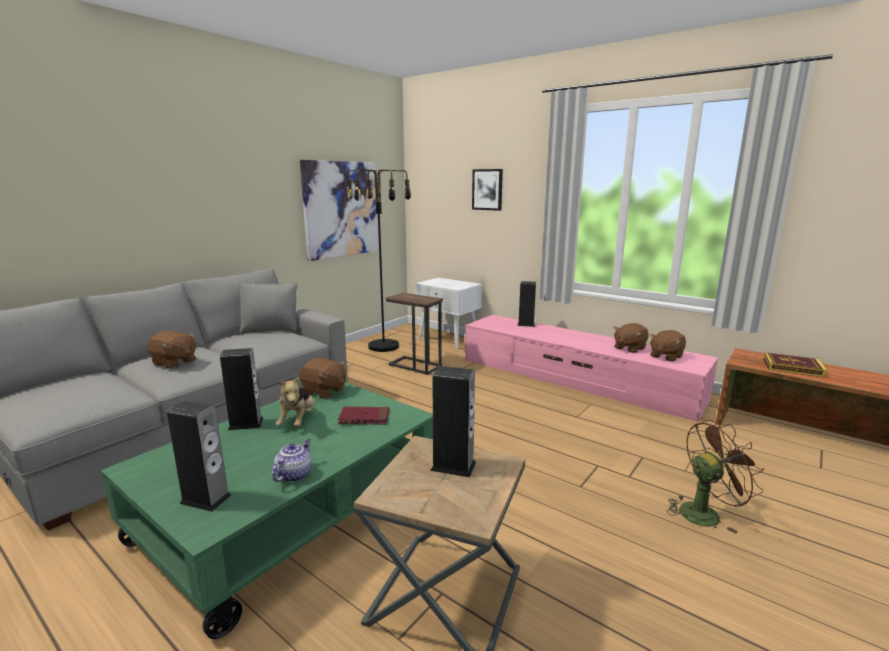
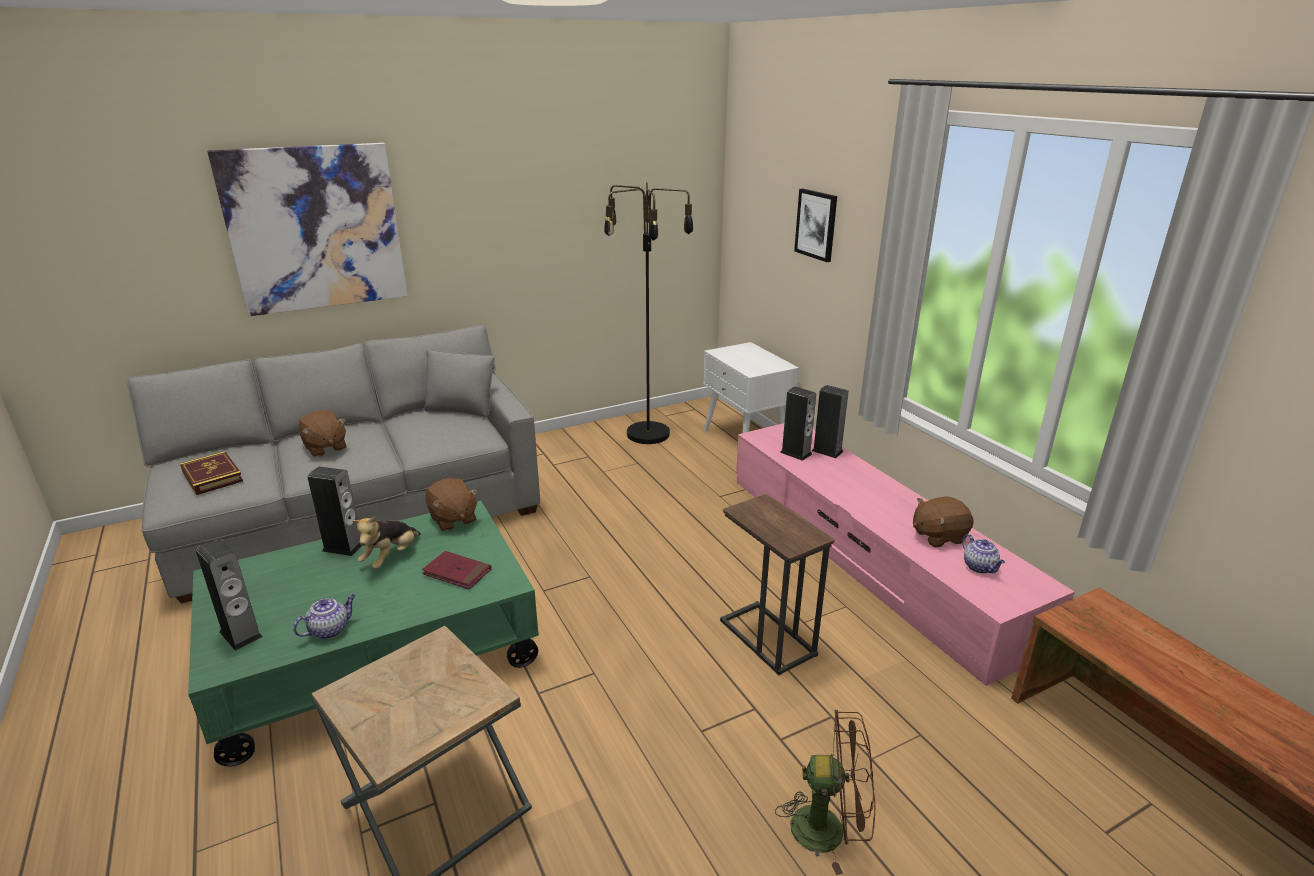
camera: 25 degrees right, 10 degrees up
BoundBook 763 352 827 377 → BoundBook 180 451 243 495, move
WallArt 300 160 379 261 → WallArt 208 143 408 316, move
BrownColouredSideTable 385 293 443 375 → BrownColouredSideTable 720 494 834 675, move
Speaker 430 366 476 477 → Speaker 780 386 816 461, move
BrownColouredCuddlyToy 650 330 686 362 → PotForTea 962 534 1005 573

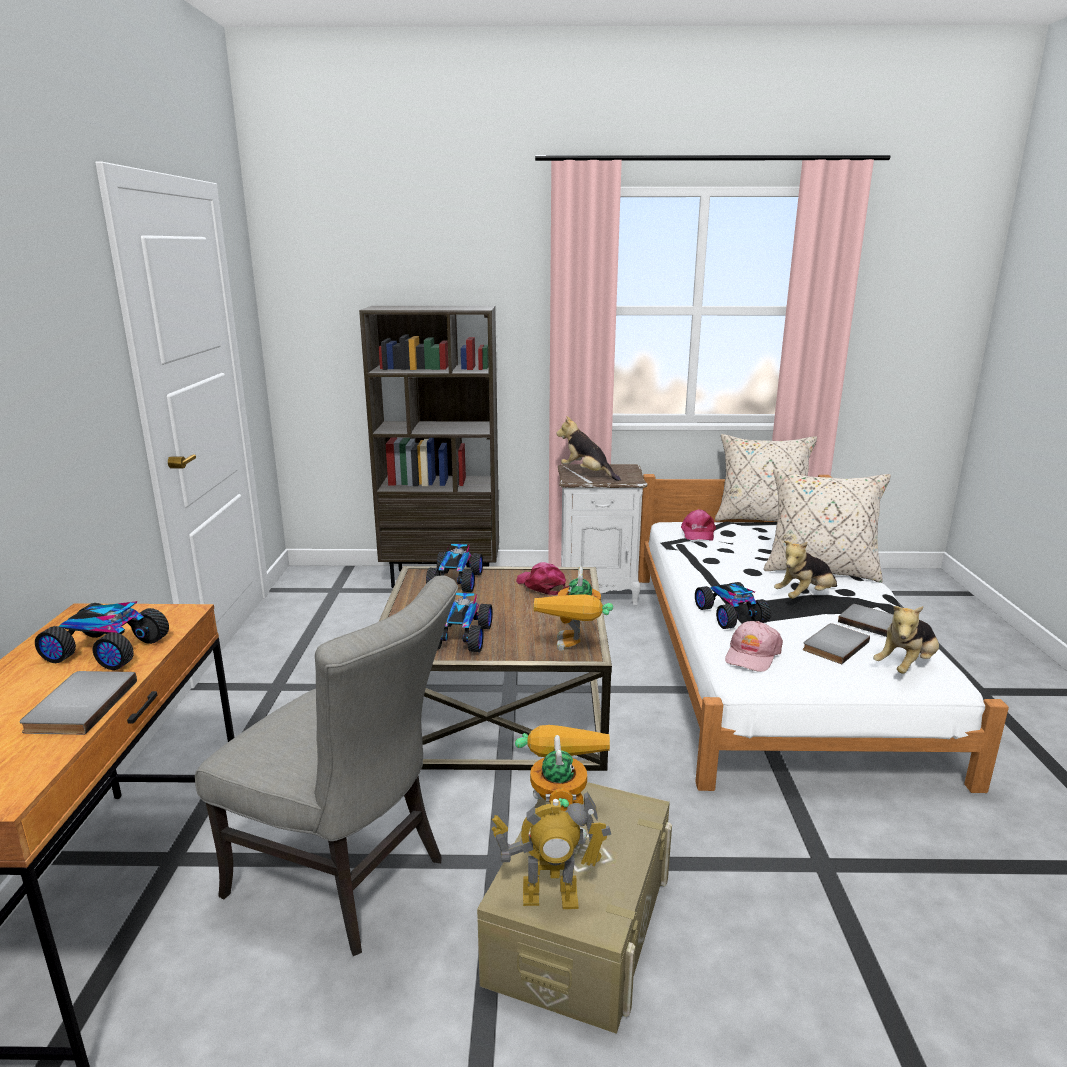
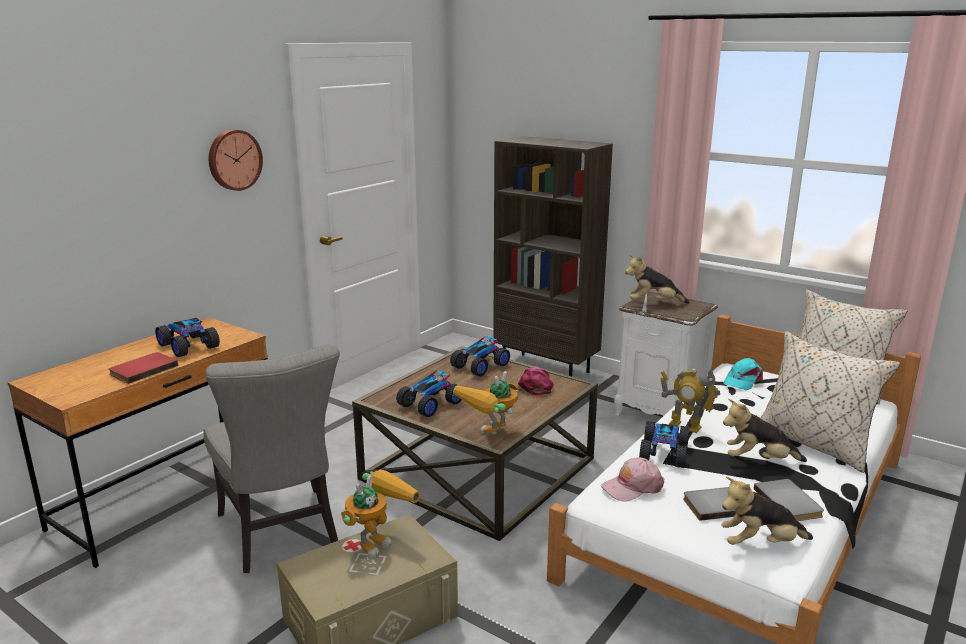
camera: 35 degrees right, 0 degrees up
GreyishBoundBook 19 671 137 735 → RedColouredBoundBook 109 352 178 384
- → HangingClock 209 130 263 191
CuddlyToy 556 416 621 481 → CuddlyToy 625 255 690 304, 75 degrees counterclockwise
ToyRobot 492 791 611 909 → ToyRobot 660 368 720 433, move
PinkColouredPeakedCap 681 509 716 541 → TurquoisePeakedCap 724 358 763 390

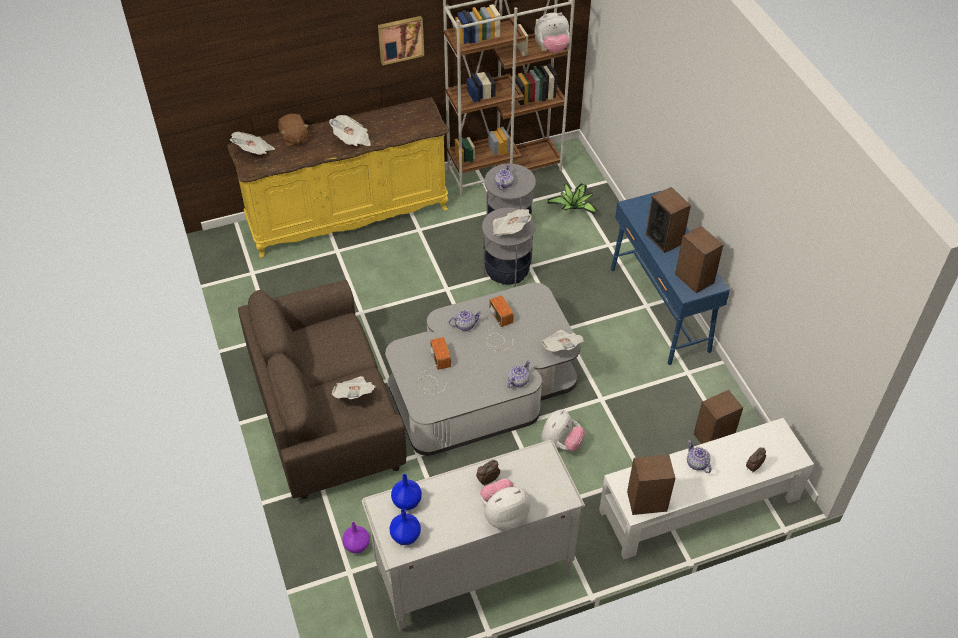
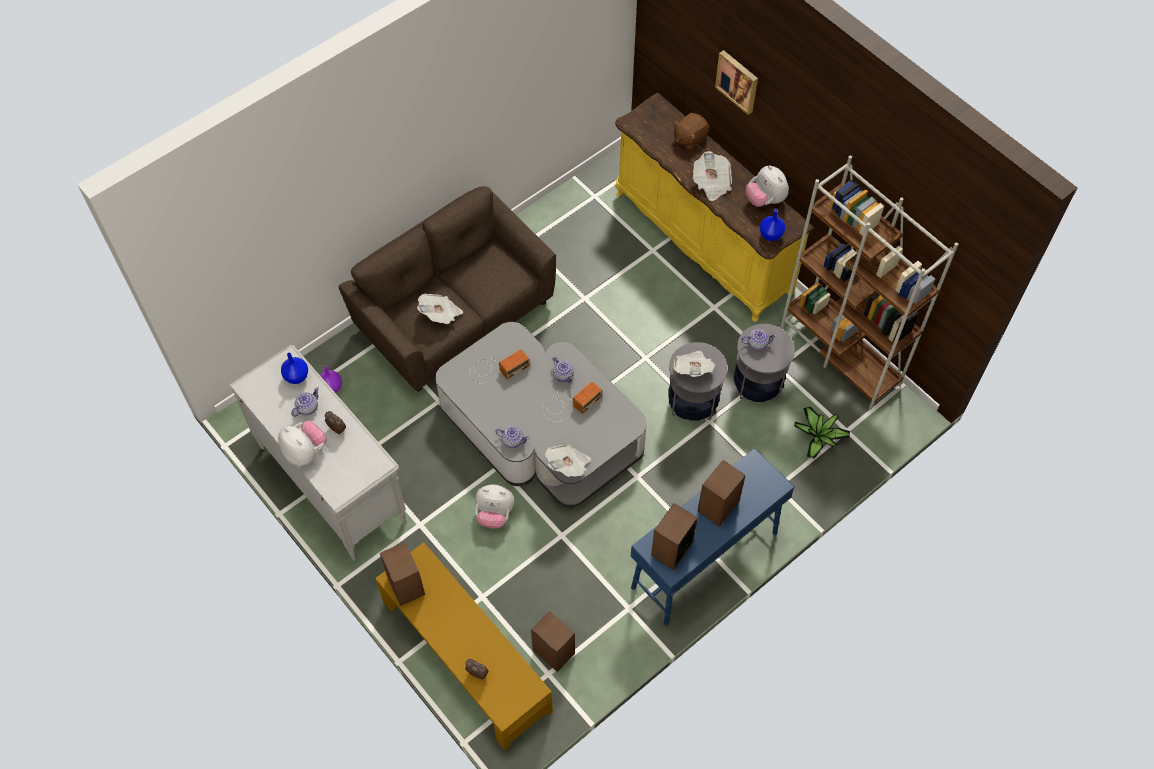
camera: 70 degrees right, 10 degrees up
PotForTea 687 440 711 473 → PotForTea 291 387 319 417, move
WhitishMediaConsole 599 418 814 560 → YellowishMediaConsole 375 542 553 751
WallArt 378 16 424 65 → WallArt 715 50 758 115, move
CuddlyToy 534 12 569 53 → CuddlyToy 746 165 789 207, move
BluishVase 389 509 421 545 → BluishVase 760 209 785 241, move
DailyPaper 230 132 275 155 → -

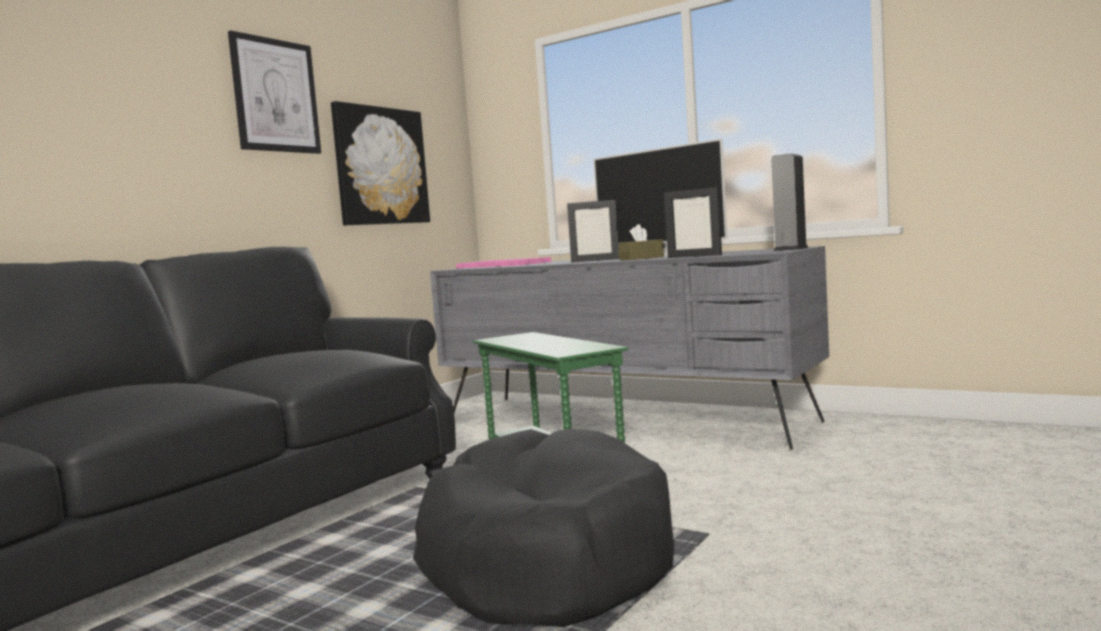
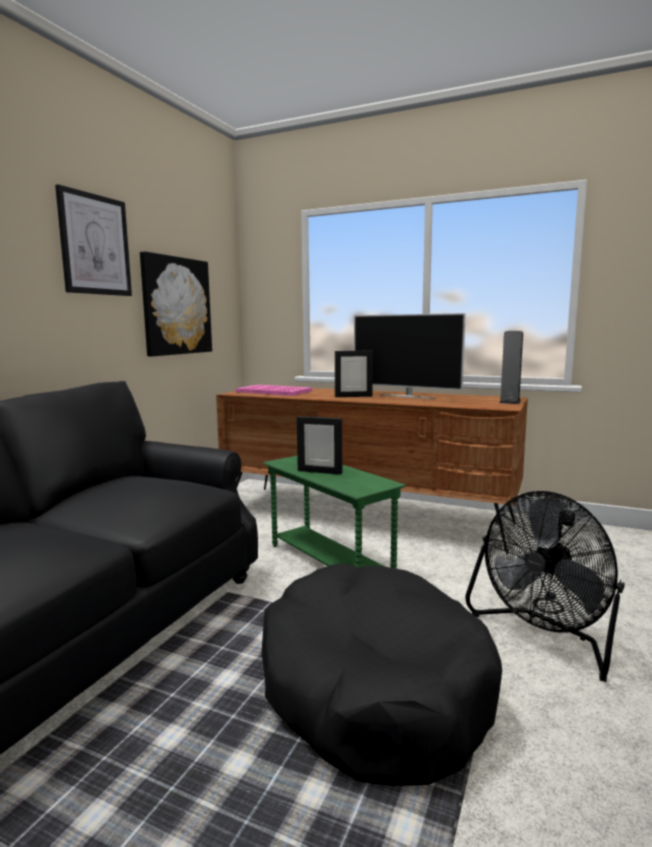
camera: 10 degrees left, 5 degrees up
GreyishMediaConsole 430 246 829 450 → BrownColouredMediaConsole 216 388 528 555
StandingFrame 664 187 722 258 → StandingFrame 297 416 342 475, move
- → BlackColouredCoolingFan 466 491 625 682
BrownColouredBoxOfTissues 618 224 664 260 → -

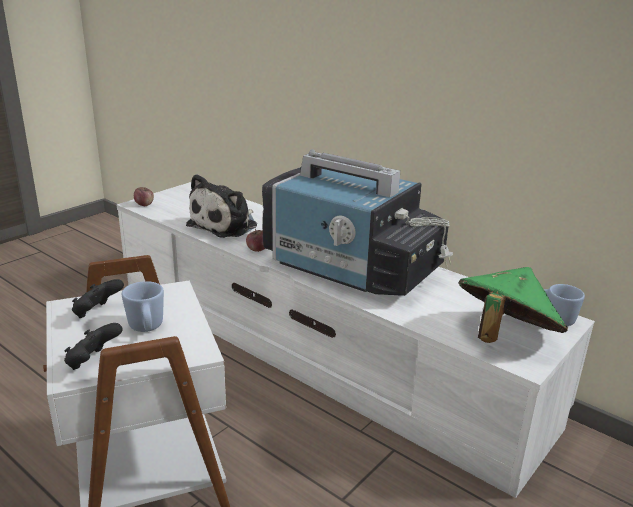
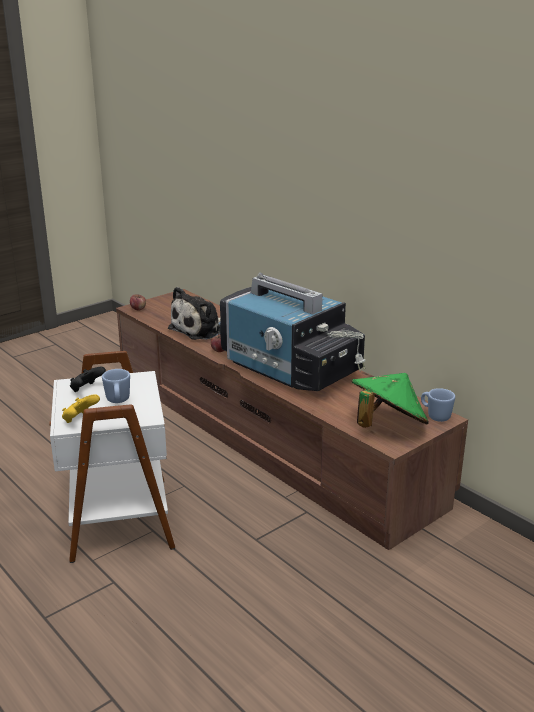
camera: 10 degrees right, 0 degrees up
BlackColouredGameController 64 323 123 370 → YellowishGameController 62 394 100 423
WhitishMediaConsole 117 182 595 498 → BrownColouredMediaConsole 116 289 468 550

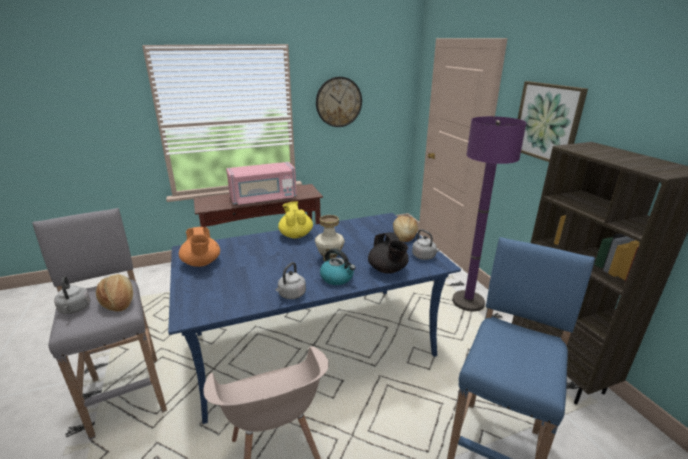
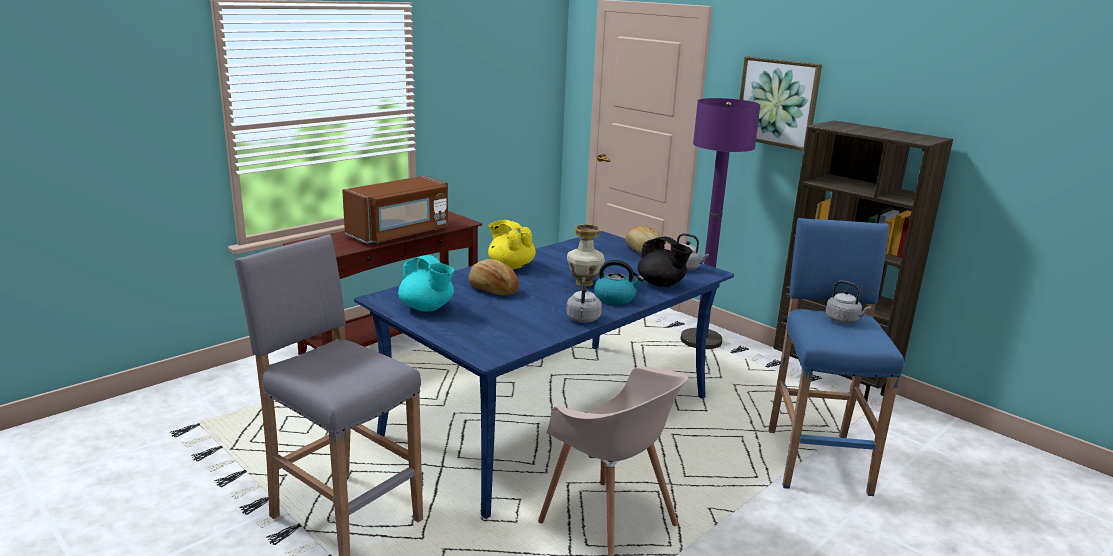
camera: 25 degrees left, 5 degrees down
PinkColouredKitchenMicrowave 226 162 297 205 → BrownColouredKitchenMicrowave 342 176 448 243
OrangeColouredPotForTea 179 227 220 267 → TurquoisePotForTea 398 255 454 312
Bread 96 274 133 311 → Bread 468 259 519 295, move
GreyishTeaKettle 54 276 90 314 → GreyishTeaKettle 825 281 872 323, move
HangingClock 316 77 362 127 → -

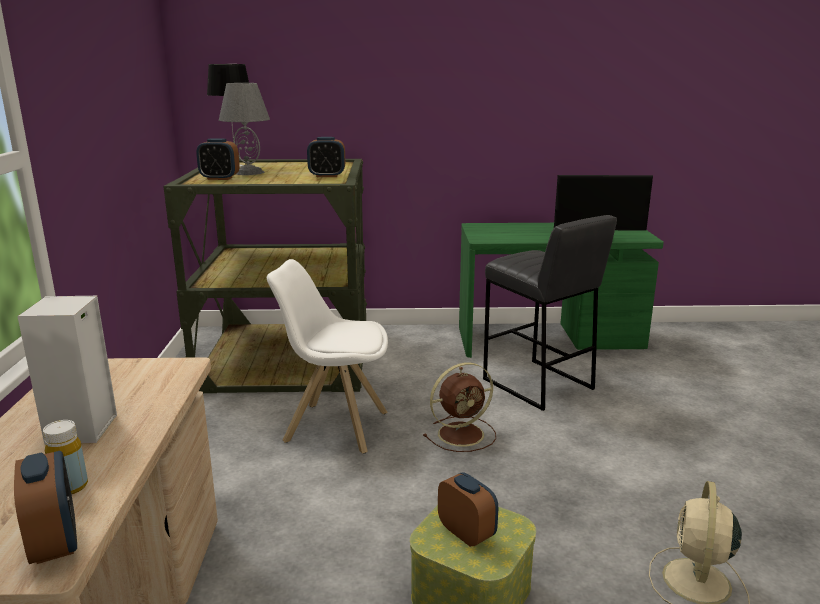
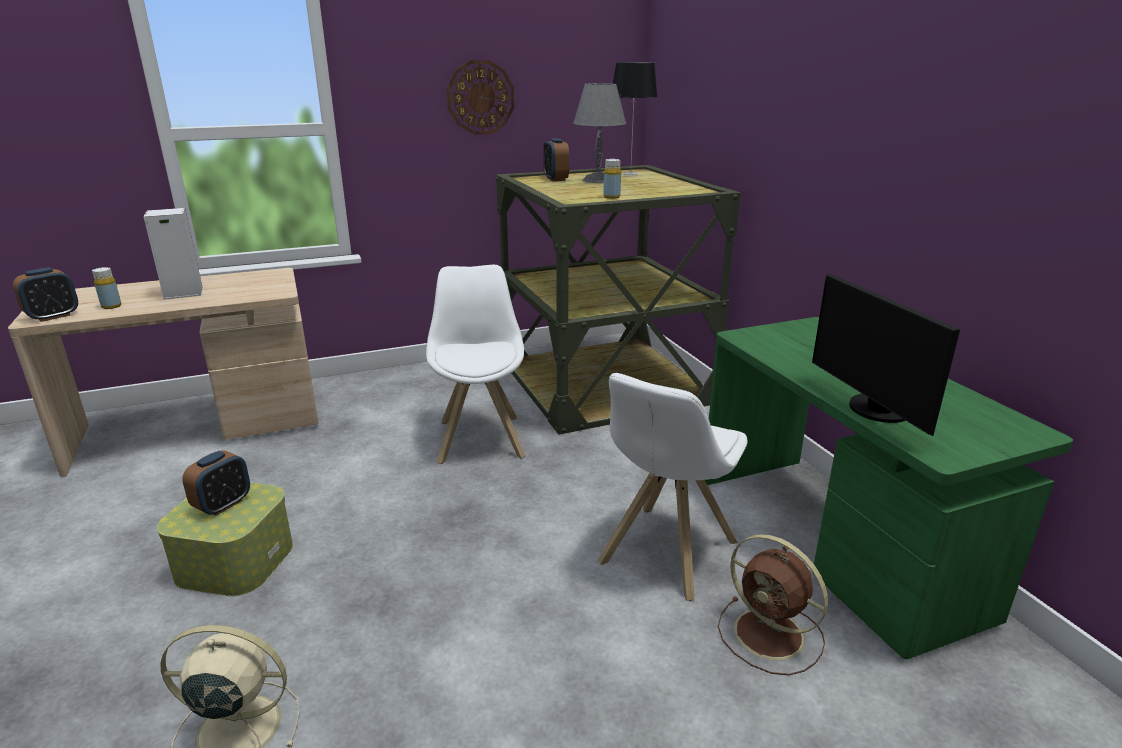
camera: 70 degrees right, 5 degrees up
- → HangingClock 447 60 515 135
GreyishStool 483 215 617 411 → WhitishChair 598 373 747 601
TableClock 307 137 345 177 → YellowishDrinkBottle 603 159 621 199
BrownColouredCoolingFan 423 362 496 452 → BrownColouredCoolingFan 718 534 828 676, move

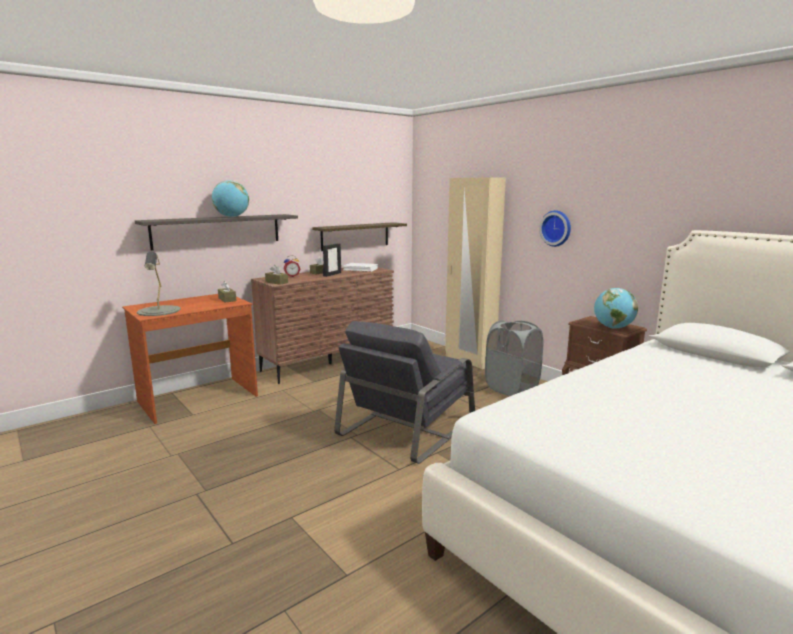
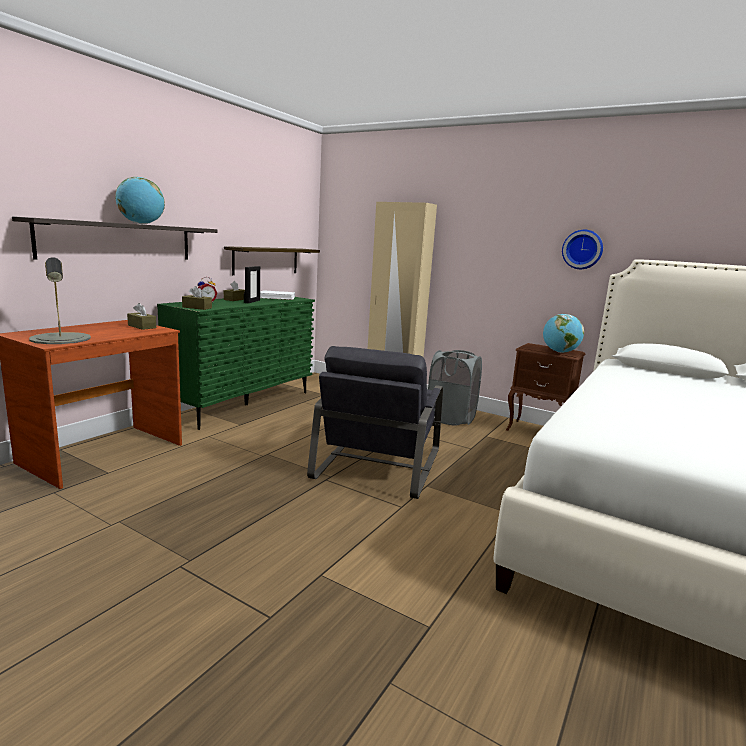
camera: 20 degrees left, 0 degrees up
BrownColouredDresser 251 267 394 384 → GreenishDresser 157 297 315 430
HangingClock 539 210 571 247 → HangingClock 562 230 603 269, move

